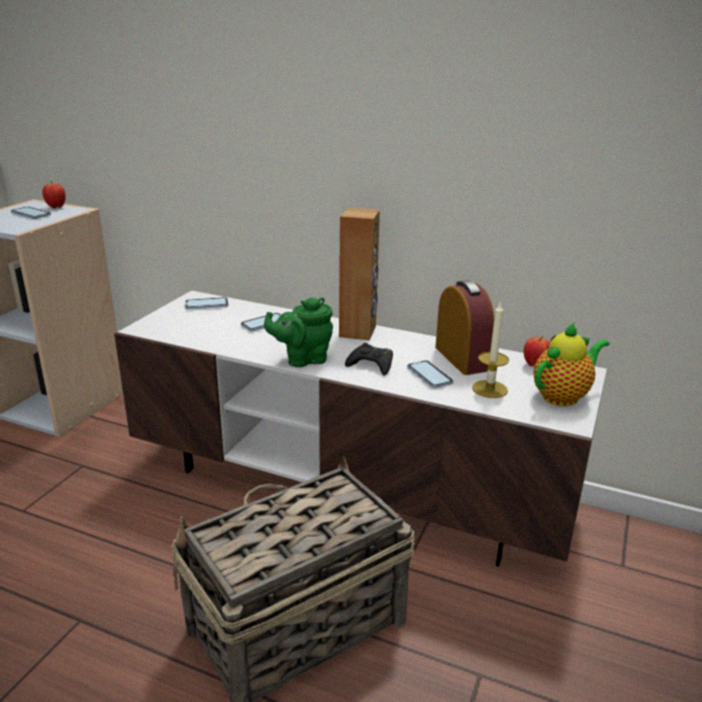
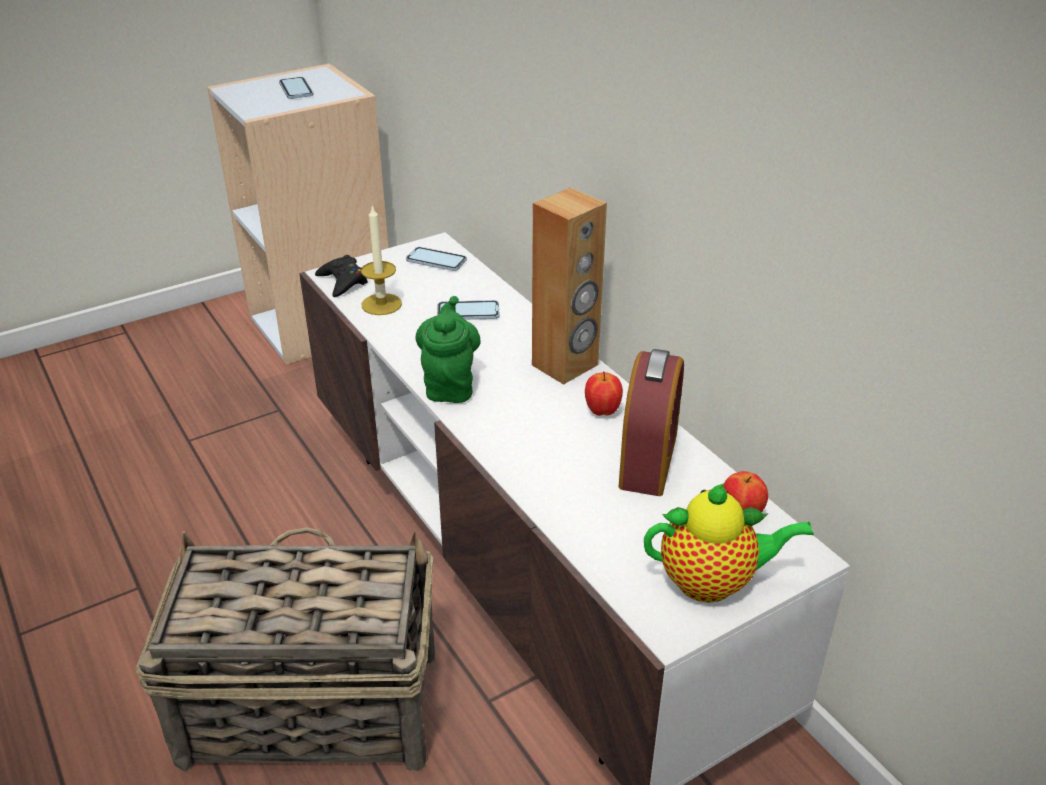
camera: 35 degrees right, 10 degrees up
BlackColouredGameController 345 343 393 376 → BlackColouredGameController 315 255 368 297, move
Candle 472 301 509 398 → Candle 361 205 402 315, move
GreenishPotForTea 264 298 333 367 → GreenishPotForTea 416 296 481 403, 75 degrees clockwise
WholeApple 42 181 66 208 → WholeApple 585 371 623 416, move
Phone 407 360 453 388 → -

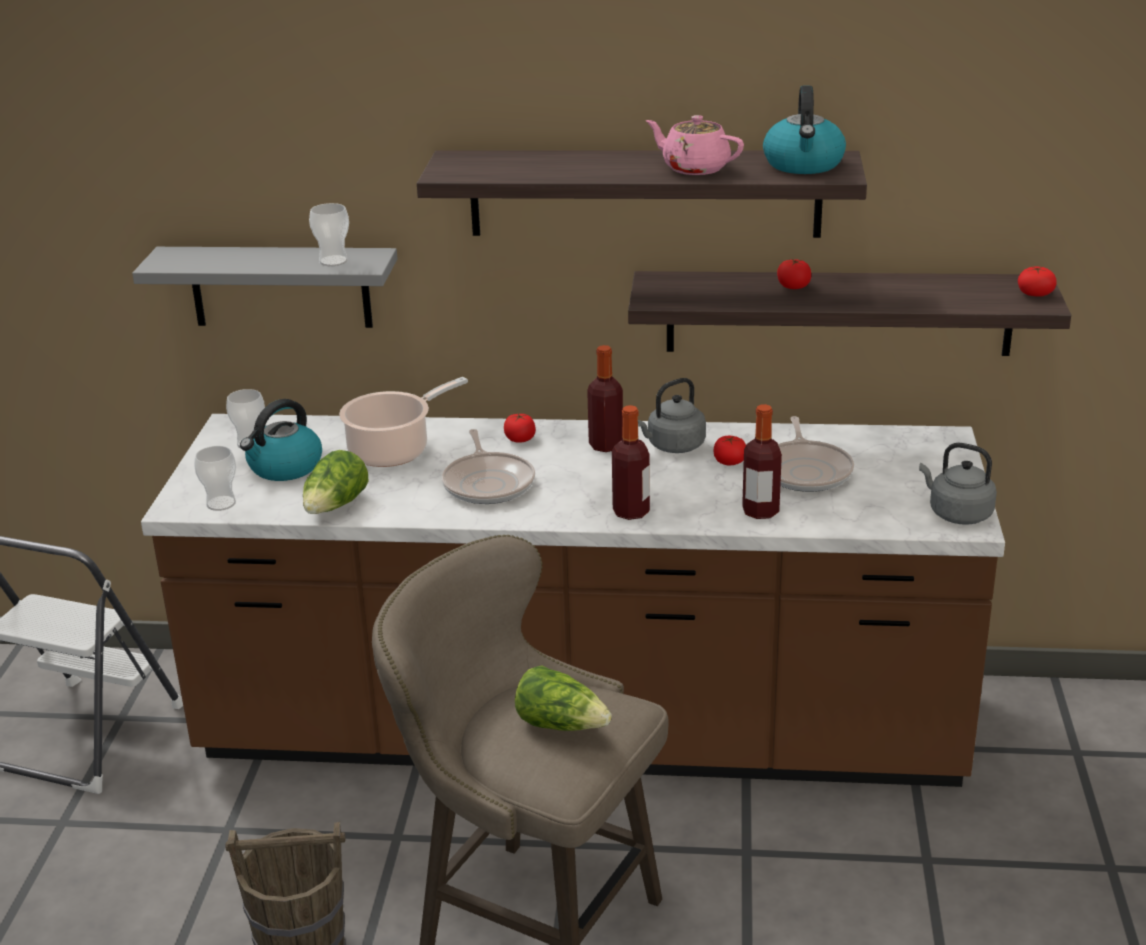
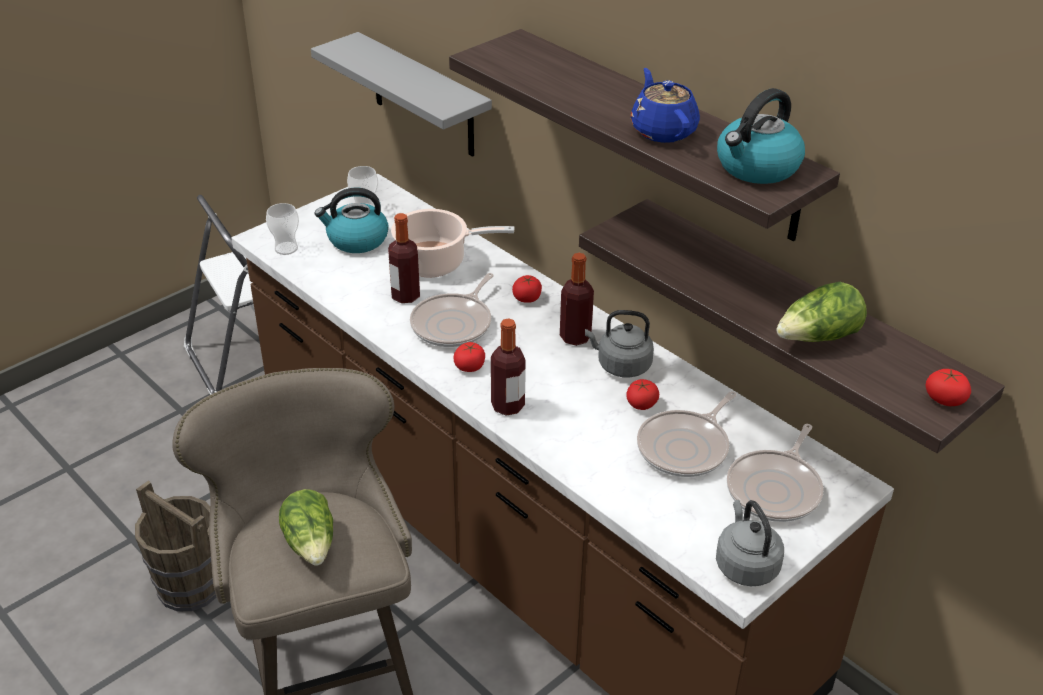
camera: 40 degrees right, 10 degrees up
DrinkBottle 742 404 782 519 → DrinkBottle 388 213 420 303, move
WholeTomato 777 259 811 289 → WholeTomato 454 342 485 372, move
PinkColouredPotForTea 645 115 744 175 → BluishPotForTea 630 68 700 143
- → Pan 727 424 824 522
Lettuce 303 450 368 514 → Lettuce 776 282 867 342, move
SmallCup 309 203 349 266 → -

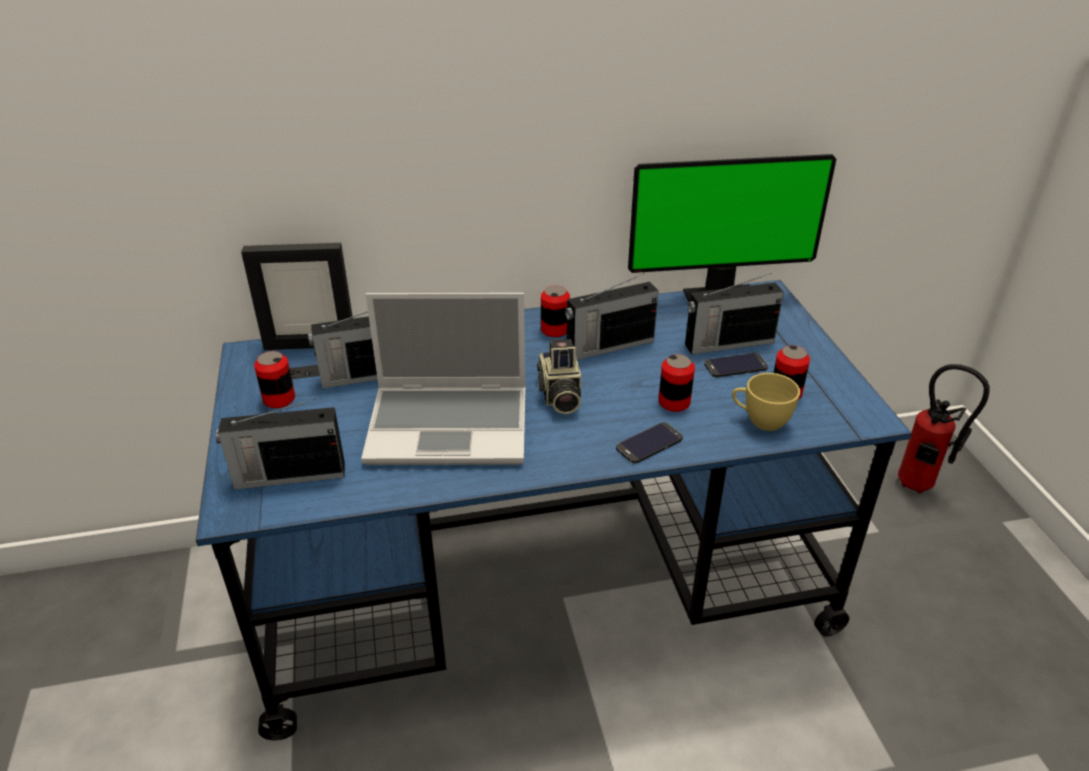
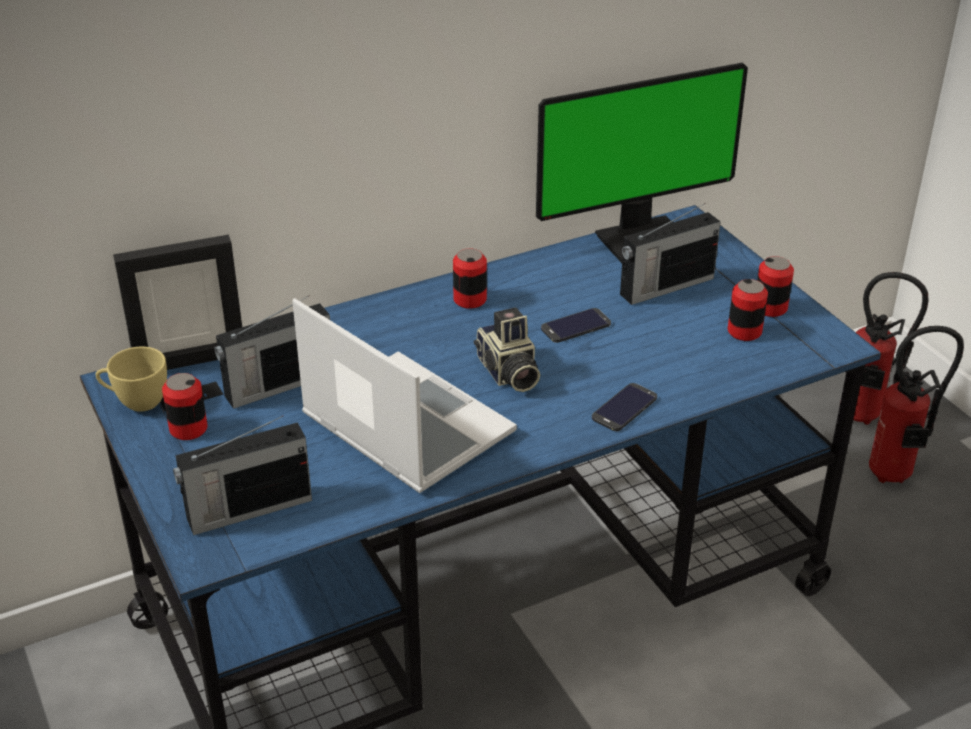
camera: 15 degrees left, 0 degrees up
YellowishSmallCup 732 373 800 431 → YellowishSmallCup 96 347 167 412, move
NotebookComputer 361 293 526 465 → NotebookComputer 292 298 517 493, 120 degrees counterclockwise
Phone 704 353 768 377 → Phone 541 308 611 343, move
MetalCan 658 354 695 412 → MetalCan 757 256 794 317, move
- → Extinguisher 869 326 964 483
RadioReceiver 565 273 658 360 → -

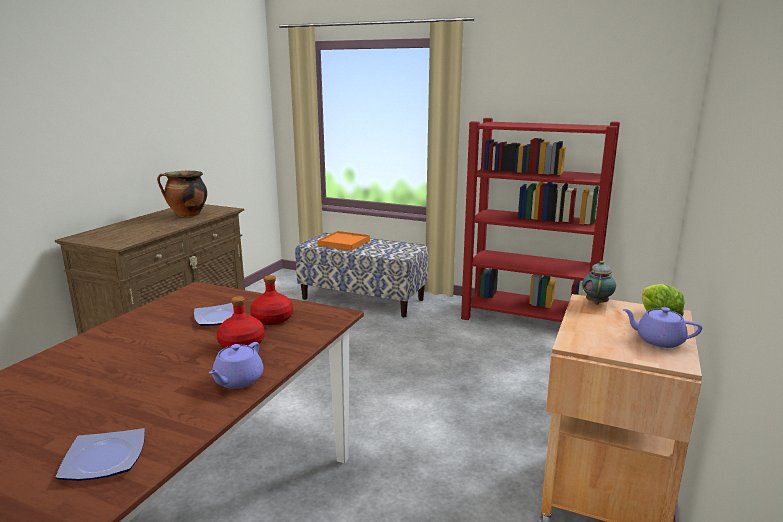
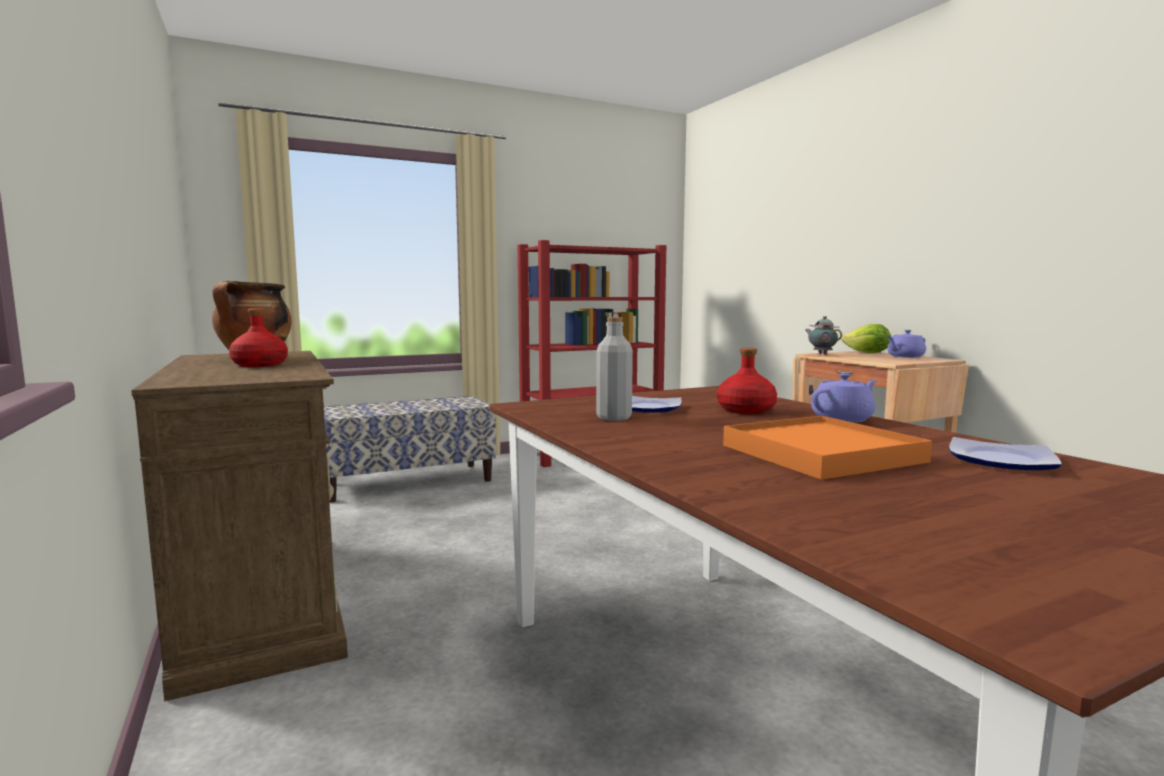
camera: 50 degrees left, 10 degrees down
RedColouredDrinkBottle 250 275 293 325 → RedColouredDrinkBottle 229 309 288 367, move
- → GreyishDrinkBottle 596 317 633 421
OrangeColouredTray 317 231 370 251 → OrangeColouredTray 723 416 932 480, move
PurpleColouredPotForTea 209 342 263 389 → PurpleColouredPotForTea 811 373 877 423, 90 degrees counterclockwise

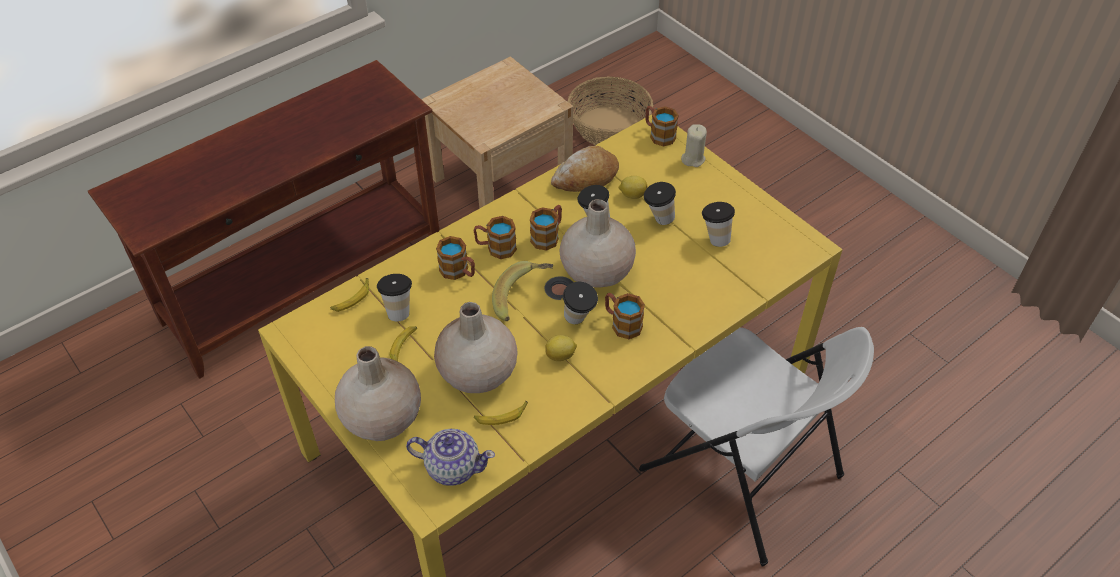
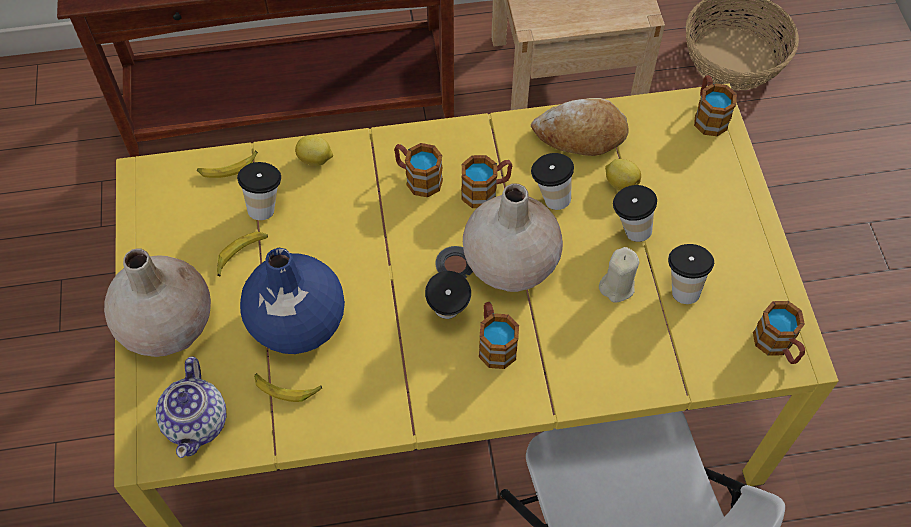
camera: 30 degrees right, 10 degrees up
PotForTea 406 429 495 486 → PotForTea 156 357 227 458, 45 degrees clockwise
BeigeColouredVase 434 302 518 393 → BluishVase 240 248 345 354
CitrusFruit 545 335 577 361 → CitrusFruit 295 135 333 166, move
BeigeColouredCandle 681 124 707 167 → BeigeColouredCandle 599 247 639 303, move
TeaMug 436 236 475 280 → TeaMug 753 301 805 364, move
WholeBanana 492 261 553 321 → -

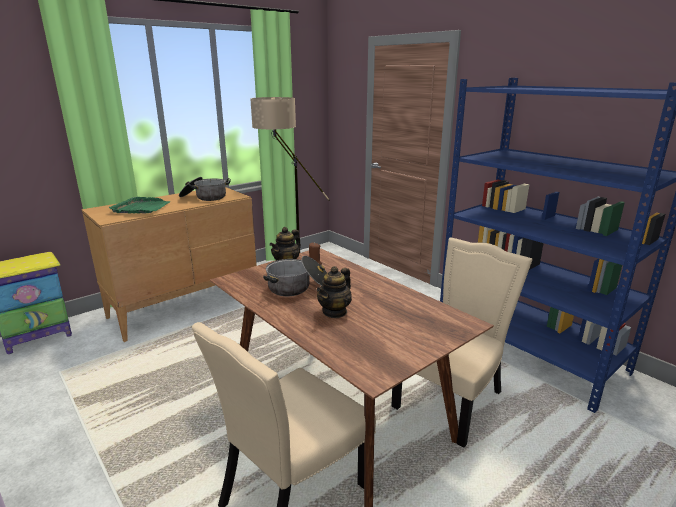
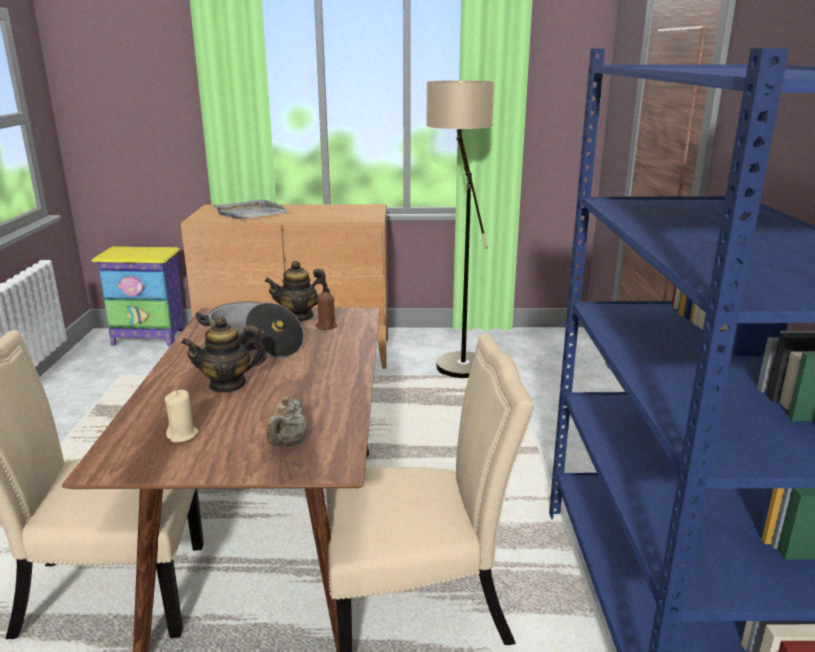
camera: 40 degrees right, 0 degrees up
- → BeigeColouredCandle 165 390 199 442
GreenishTray 109 197 171 214 → GreyishTray 213 200 290 219
- → BeigeColouredPotForTea 266 397 307 446
CookingPot 179 177 231 201 → -

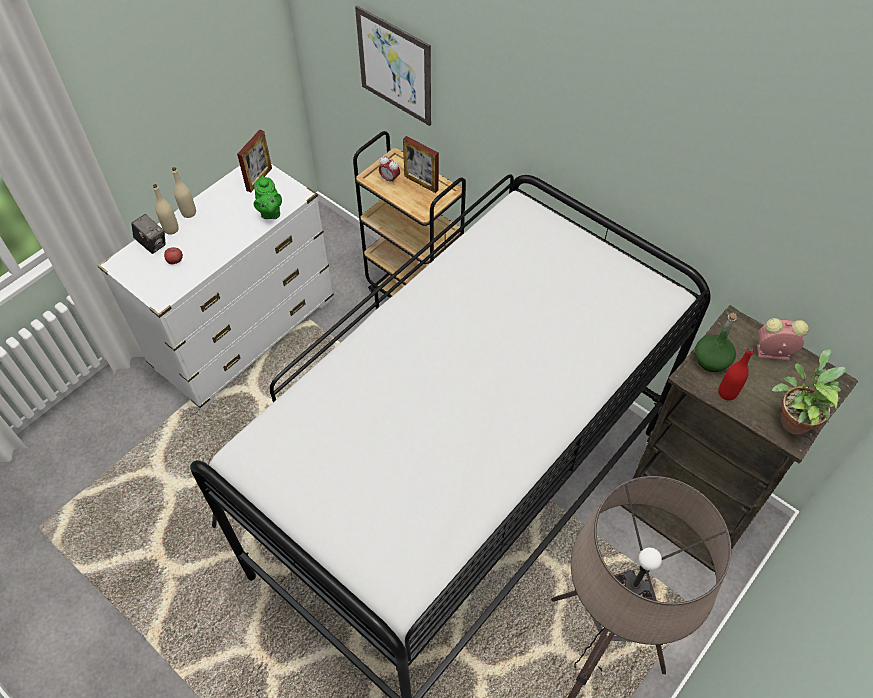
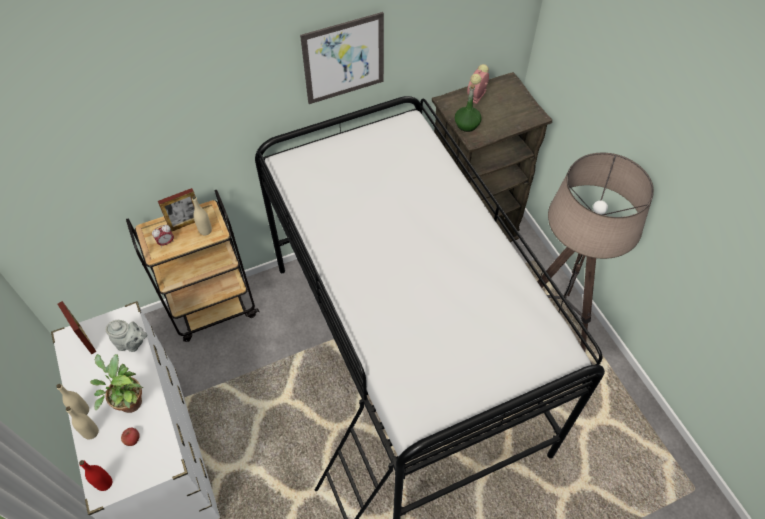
camera: 65 degrees left, 0 degrees up
RedColouredDrinkBottle 718 347 753 401 → RedColouredDrinkBottle 79 460 112 491, move
PottedPlant 772 349 846 435 → PottedPlant 90 354 143 413, move
GreenishPotForTea 254 175 282 219 → GreyishPotForTea 106 320 147 352
- → BeigeColouredDrinkBottle 192 196 212 235
WallArt 355 6 431 126 → WallArt 300 12 384 104, move
StillCamera 131 214 166 254 → -

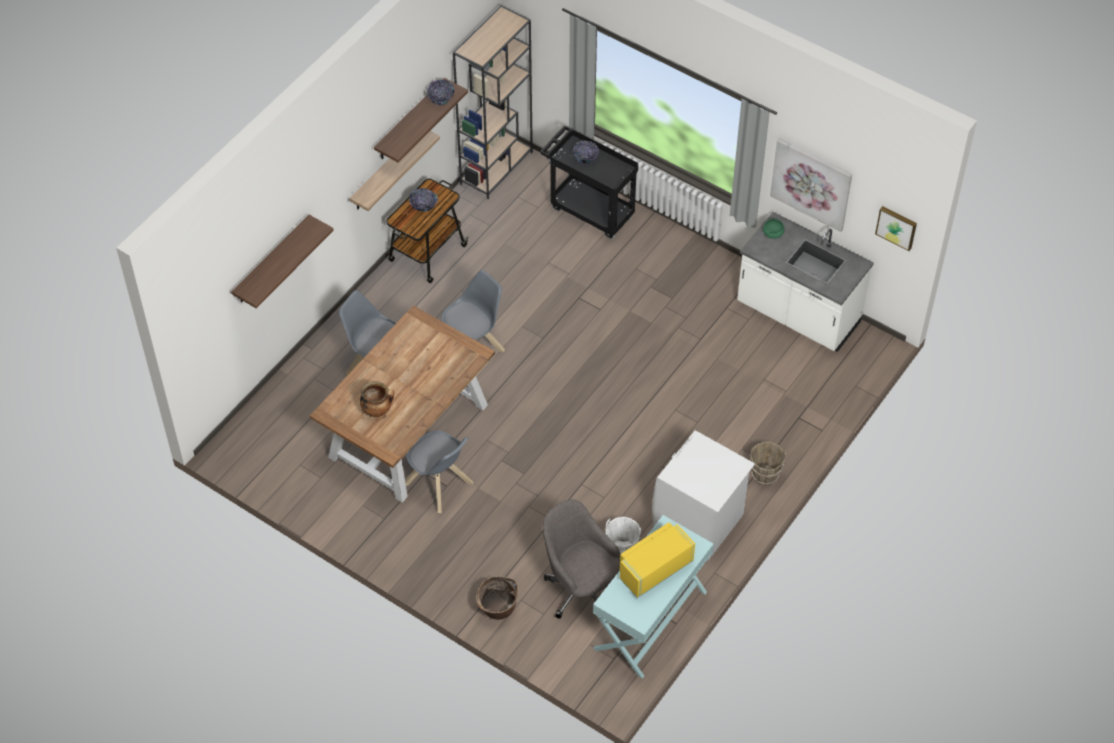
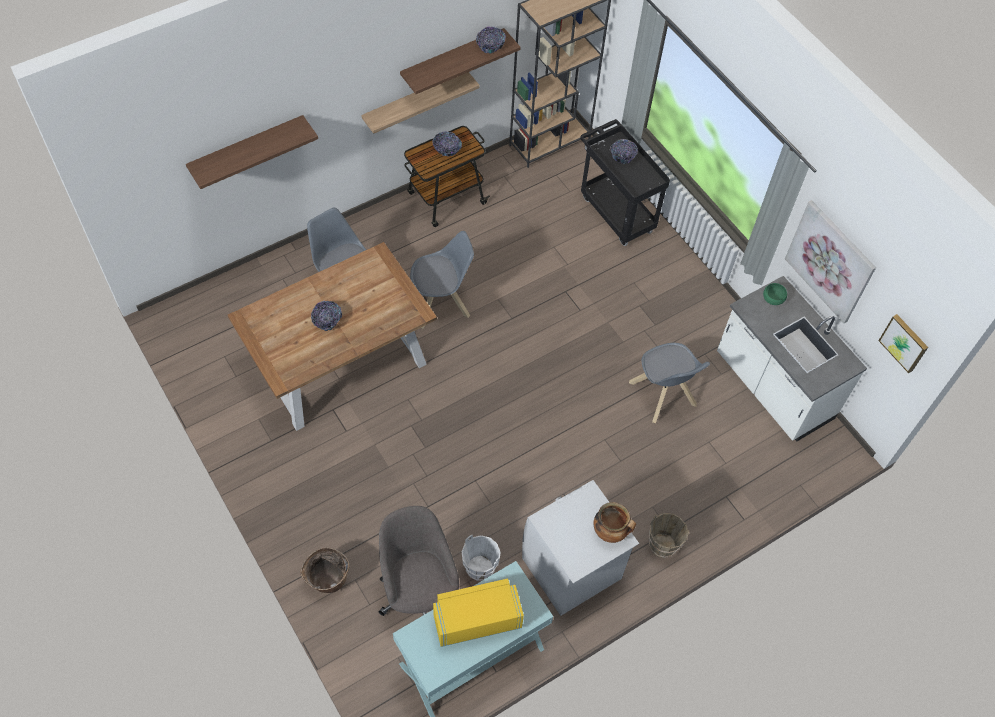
camera: 20 degrees right, 5 degrees up
- → ServingBowl 311 301 342 331
CookingPot 360 381 394 417 → CookingPot 594 502 636 543, move
GreyishChair 405 430 473 513 → GreyishChair 629 343 710 424, move

